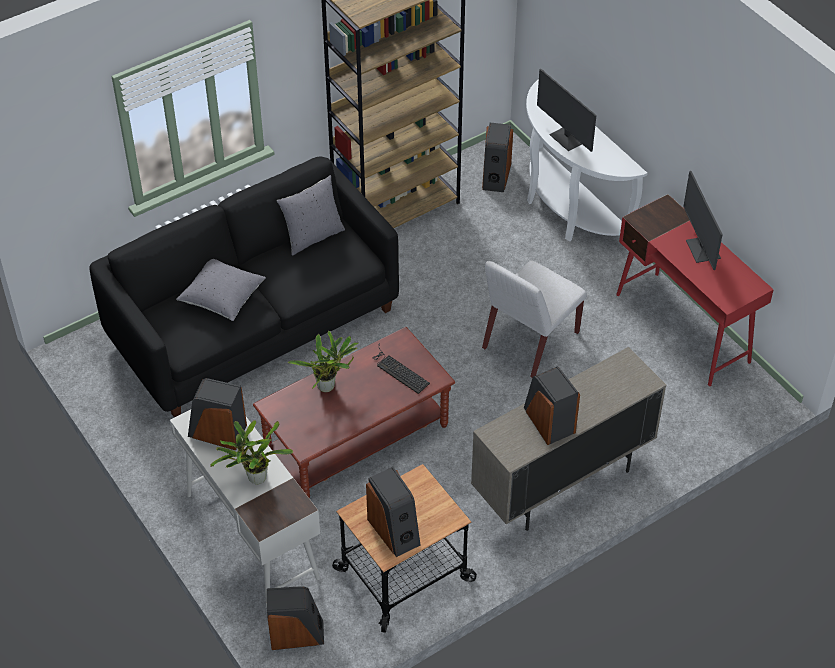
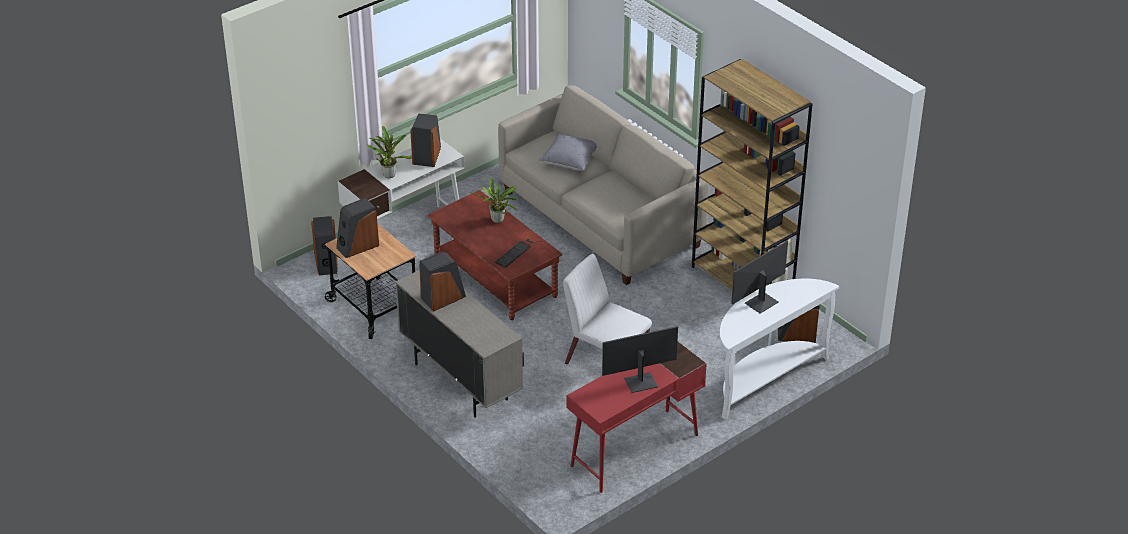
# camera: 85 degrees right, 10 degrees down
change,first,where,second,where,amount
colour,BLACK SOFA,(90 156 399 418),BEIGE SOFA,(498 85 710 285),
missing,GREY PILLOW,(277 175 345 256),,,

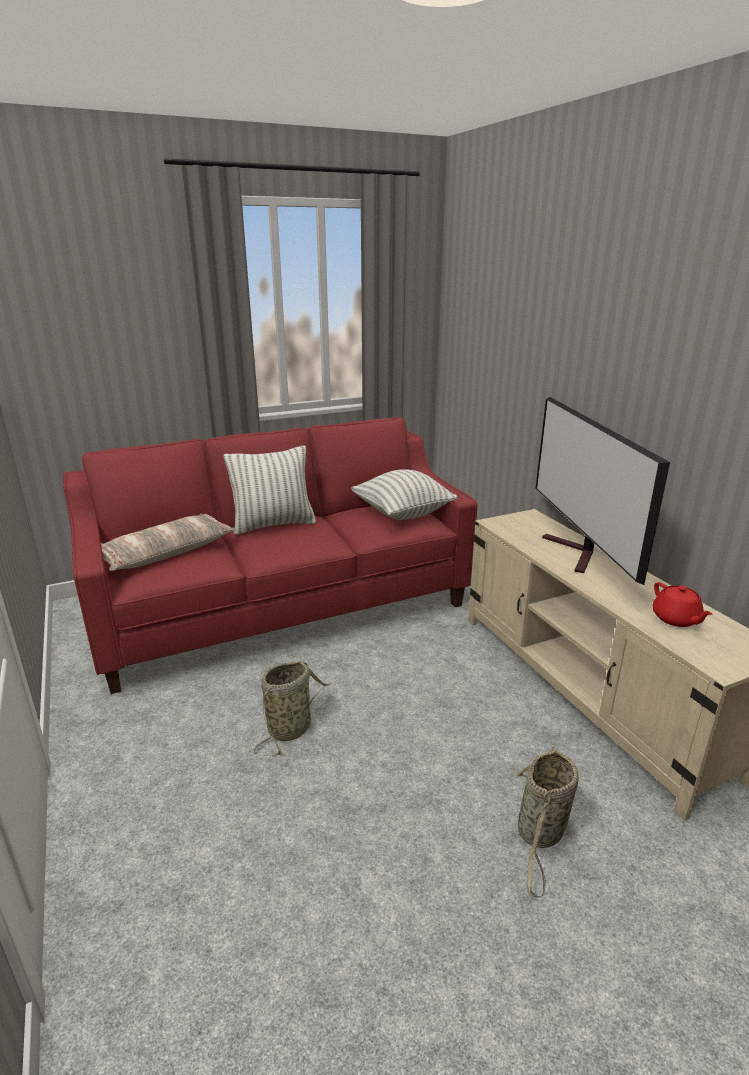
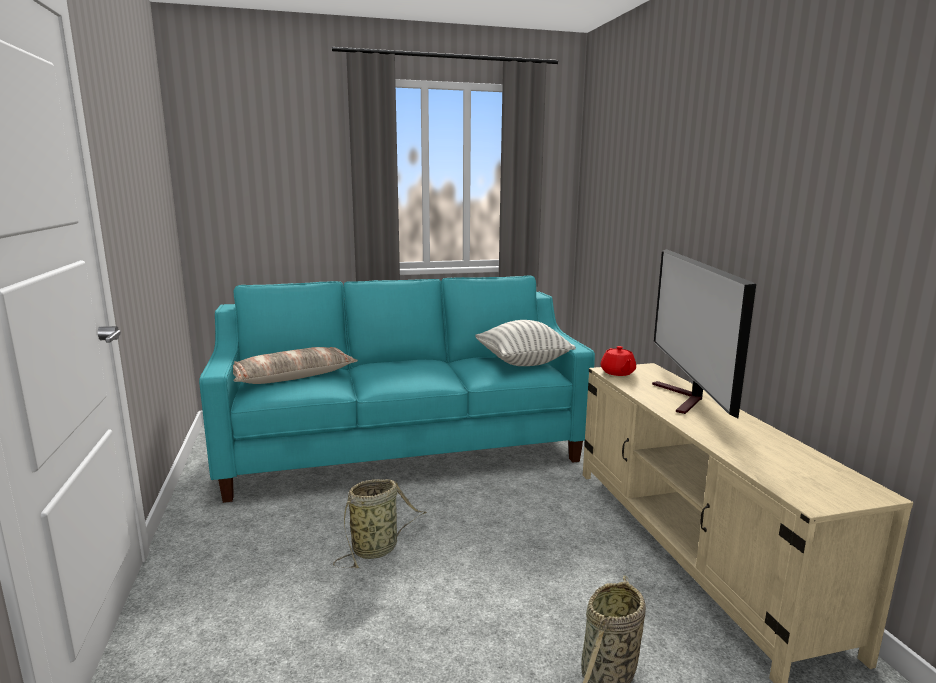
# camera: 10 degrees right, 10 degrees down
change,first,where,second,where,amount
colour,RED SOFA,(63 417 477 694),TURQUOISE SOFA,(199 276 595 503),
missing,PILLOW,(224 446 316 535),,,
relocated,RED TEAPOT,(653 582 713 627),,(601 346 636 376),

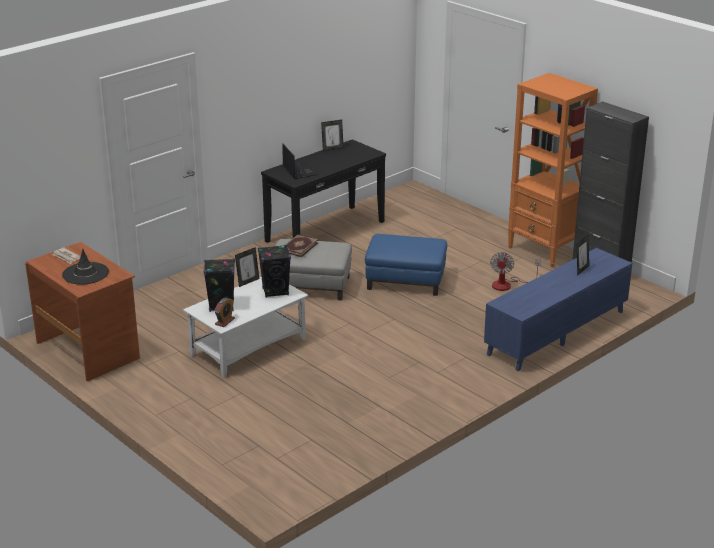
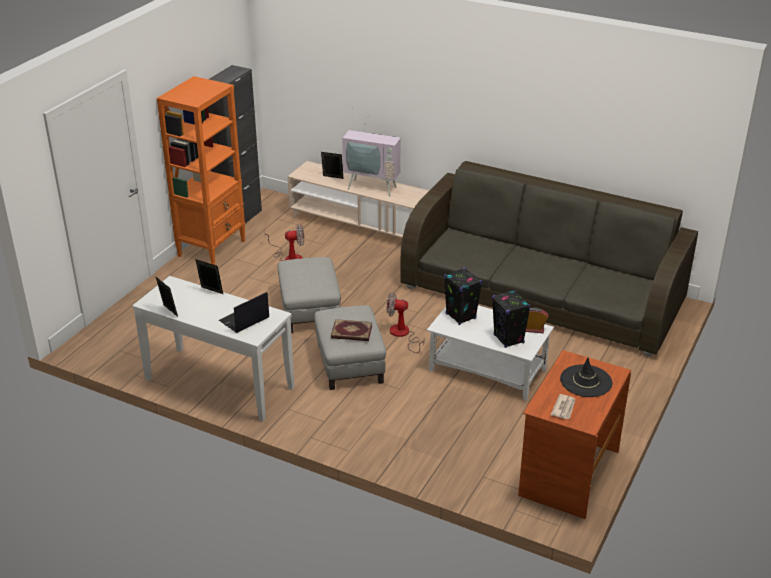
# camera: 110 degrees left, 5 degrees up
change,first,where,second,where,amount
relocated,PICTURE FRAME,(235 247 259 287),,(195 259 223 294),
colour,BLACK CONSOLE TABLE,(261 139 386 243),WHITE CONSOLE TABLE,(132 276 295 421),
colour,BLUE OTTOMAN,(365 234 447 296),GREY OTTOMAN,(278 257 341 333),
colour,BLUE TV STAND,(484 248 632 371),BEIGE TV STAND,(287 161 429 238),
appeared,,,TELEVISION,(342 113 401 196),
appeared,,,FAN,(387 292 424 353),
appeared,,,GREY SOFA,(400 161 698 356),

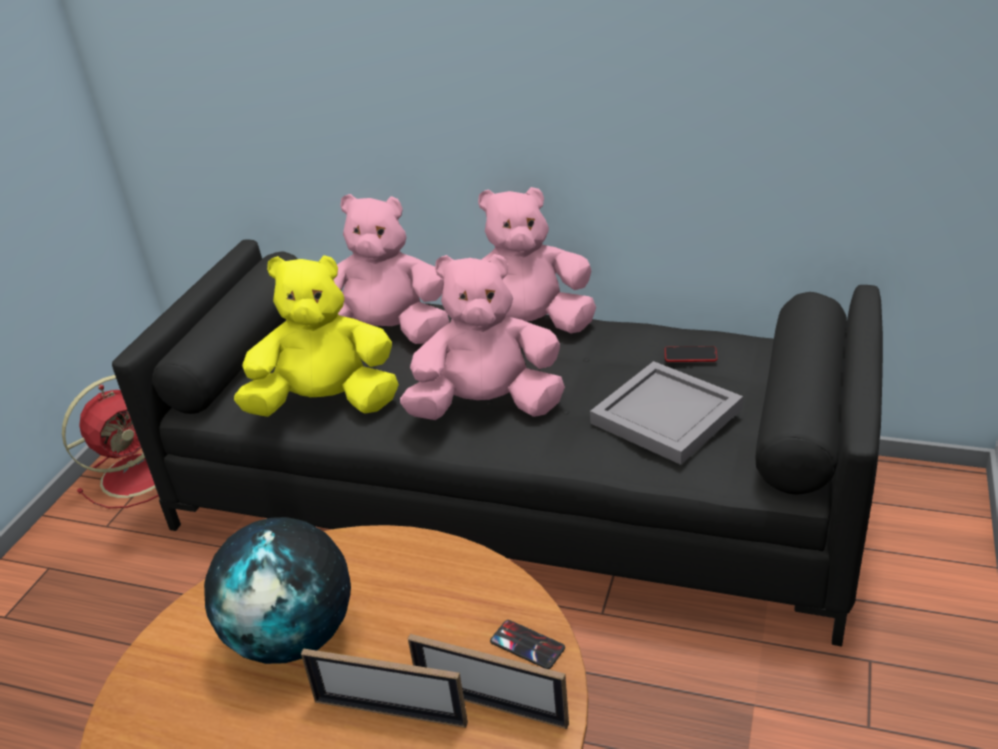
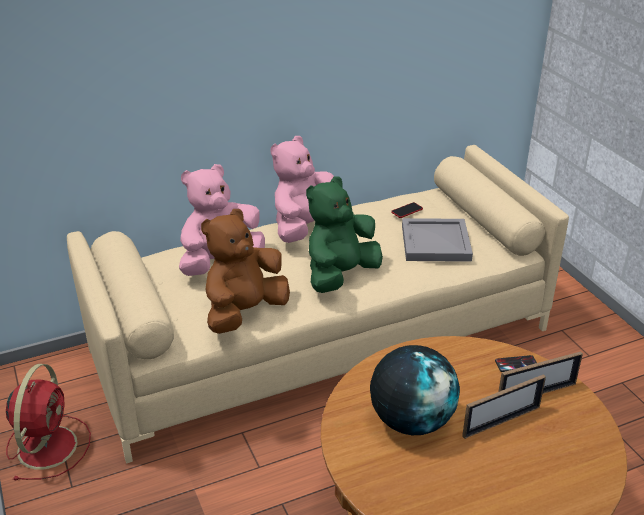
# camera: 45 degrees left, 0 degrees up
change,first,where,second,where,amount
colour,BLACK SOFA,(112 239 883 646),BEIGE SOFA,(67 145 569 464),
colour,YELLOW PLUSH TOY,(234 255 399 417),BROWN PLUSH TOY,(201 209 290 334),
colour,PINK PLUSH TOY,(400 254 565 420),GREEN PLUSH TOY,(306 177 383 293),

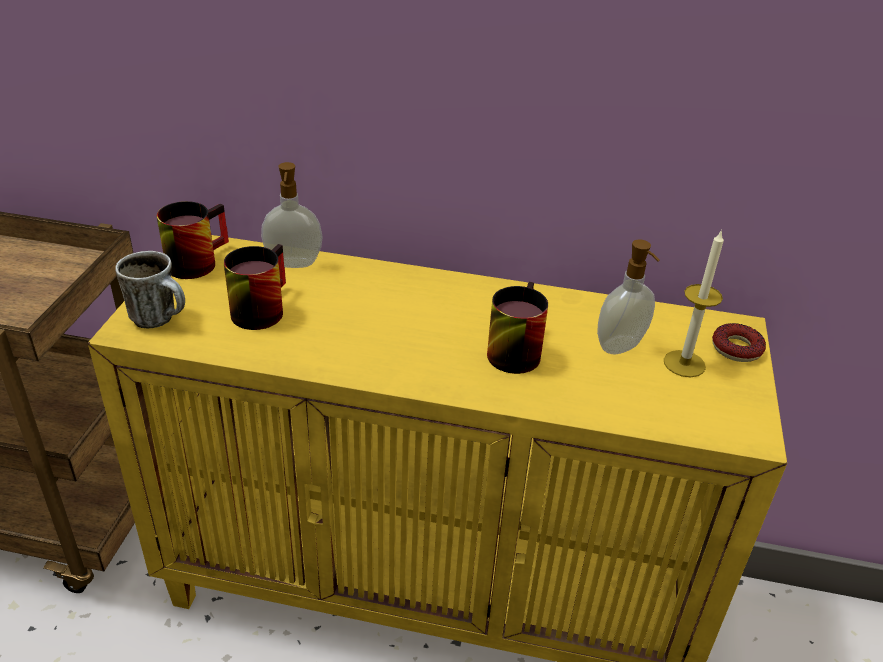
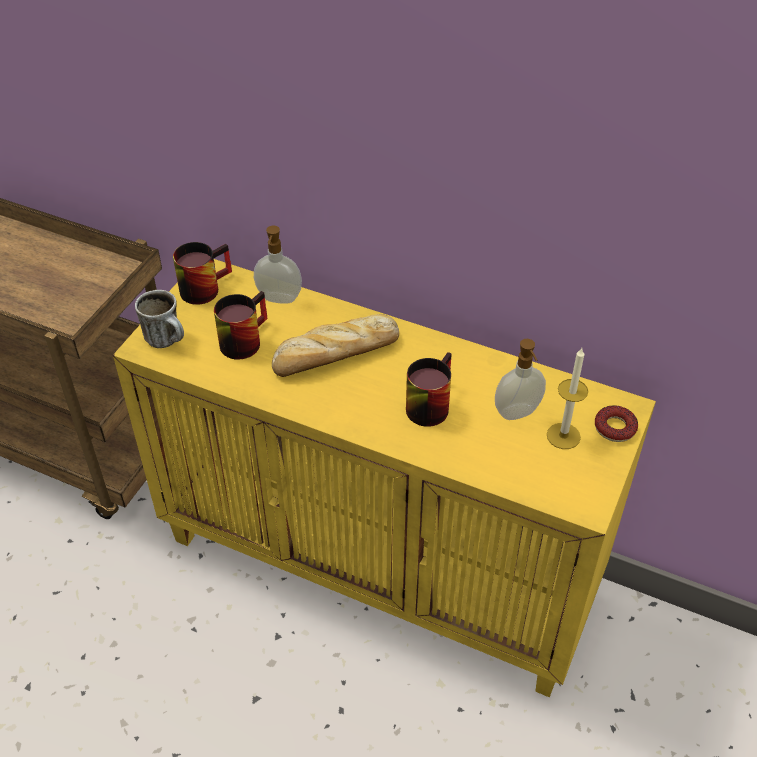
# camera: 15 degrees right, 10 degrees up
change,first,where,second,where,amount
appeared,,,BREAD,(272 314 399 377),

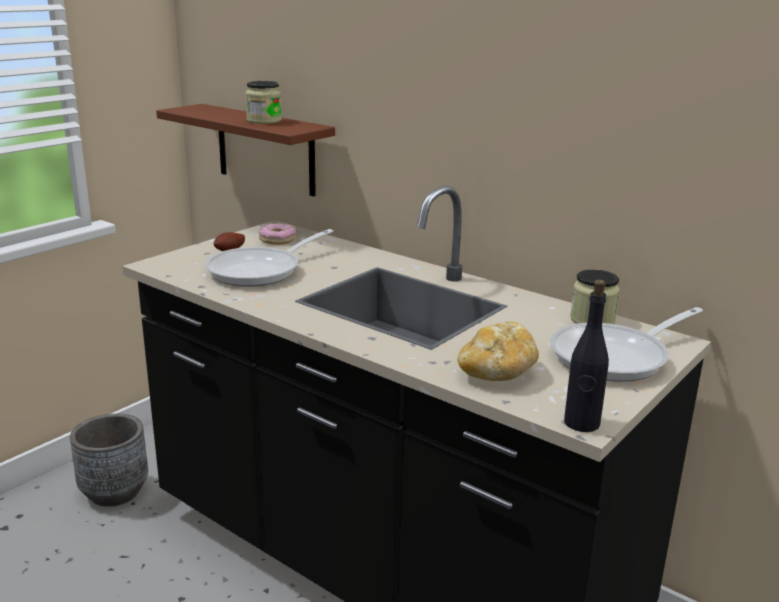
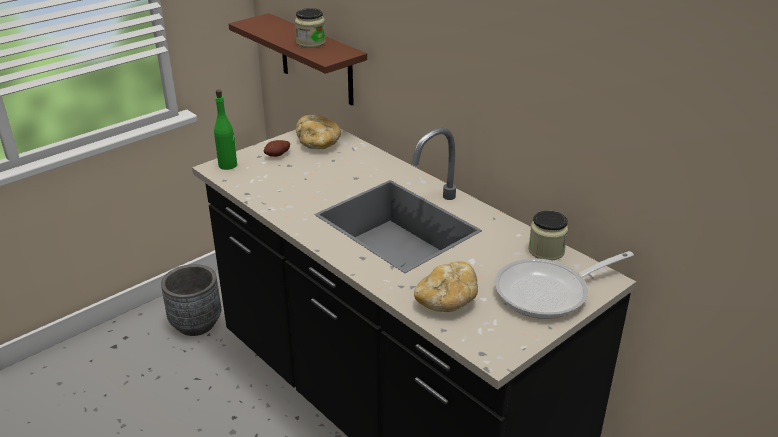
# camera: 10 degrees right, 10 degrees up
change,first,where,second,where,amount
missing,FRYING PAN,(205 229 333 287),,,
exchanged,DONUT,(258 223 296 245),BREAD,(296 115 341 149),
missing,BLACK BOTTLE,(564 279 609 432),,,
appeared,,,GREEN BOTTLE,(214 90 237 170),

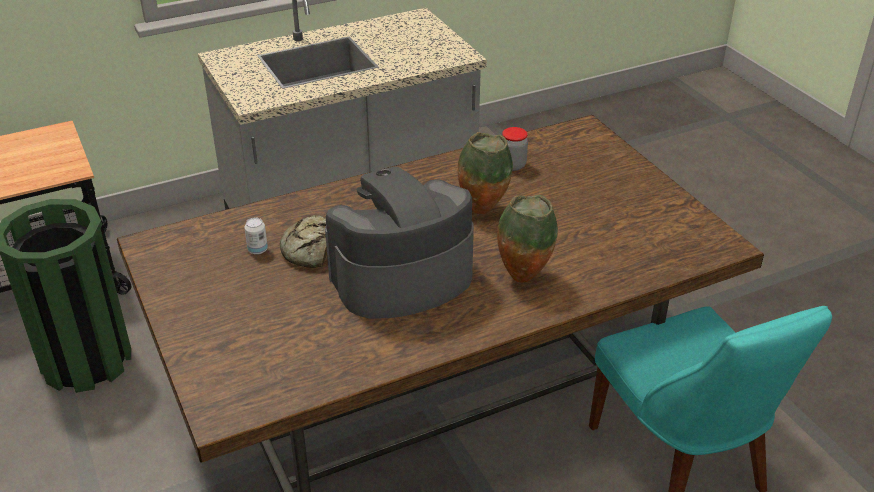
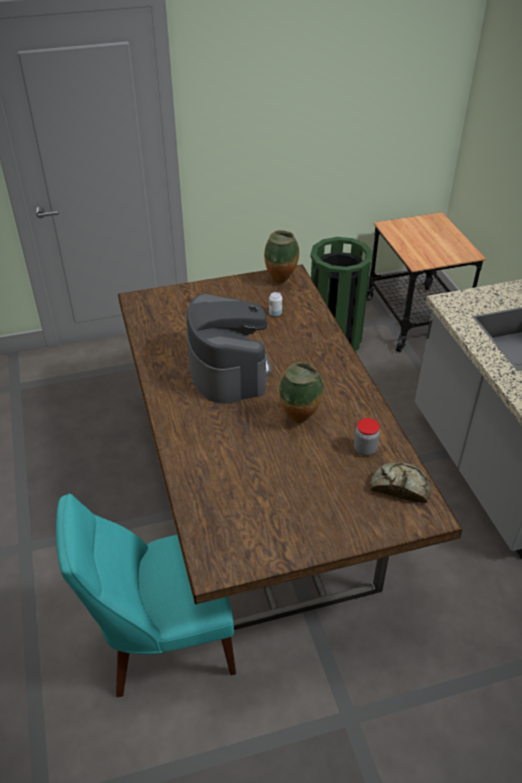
# camera: 100 degrees right, 5 degrees up
change,first,where,second,where,amount
relocated,BREAD,(280 215 327 268),,(371 462 431 503),
relocated,VASE,(497 195 558 283),,(264 230 299 284),

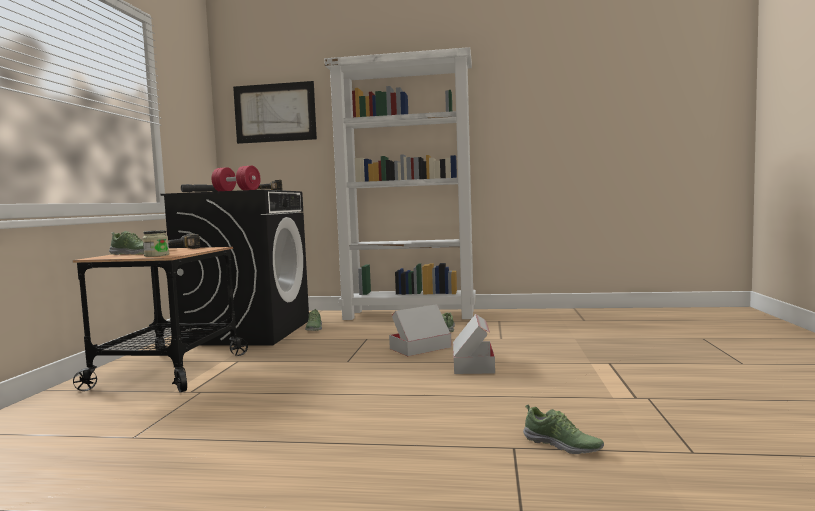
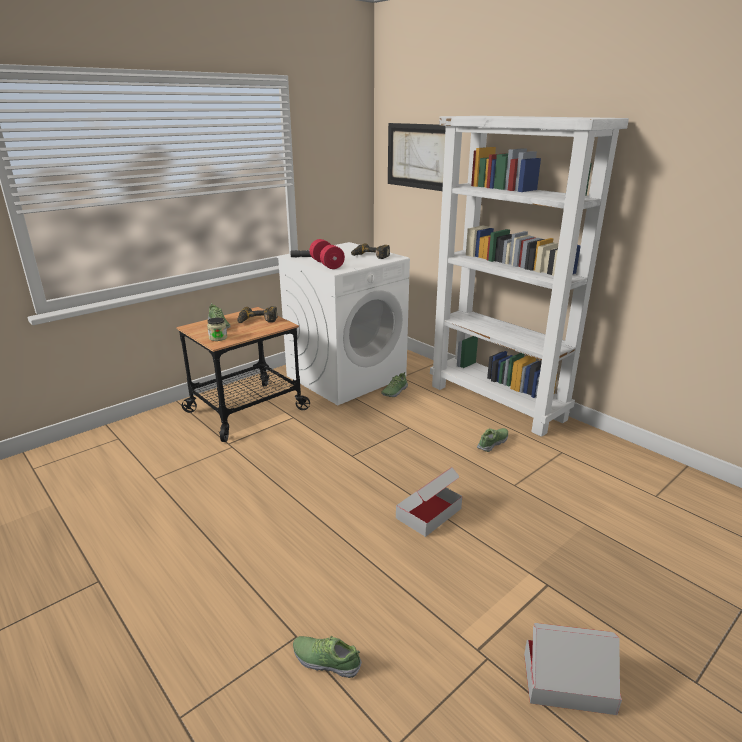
# camera: 40 degrees right, 20 degrees up
change,first,where,second,where,amount
colour,BLACK WASHING MACHINE,(161 190 309 346),WHITE WASHING MACHINE,(276 242 410 405),
relocated,CARDBOARD BOX,(389 304 452 356),,(524 623 622 715),
spun,SHOE,(523 404 604 454),,(293 636 362 678),120 degrees clockwise

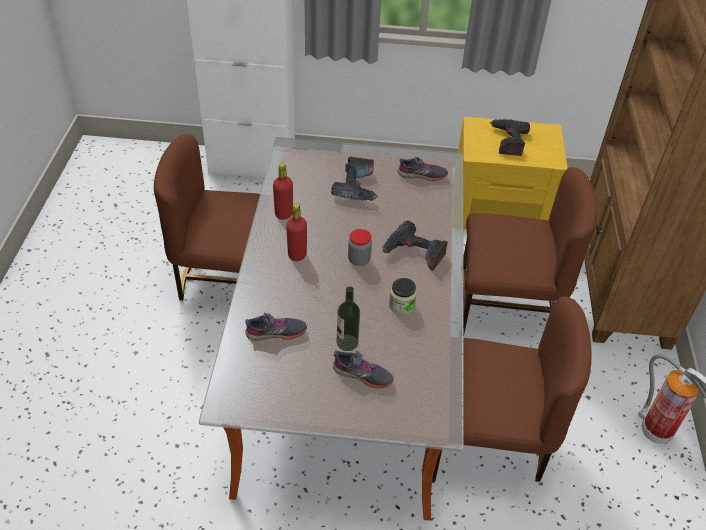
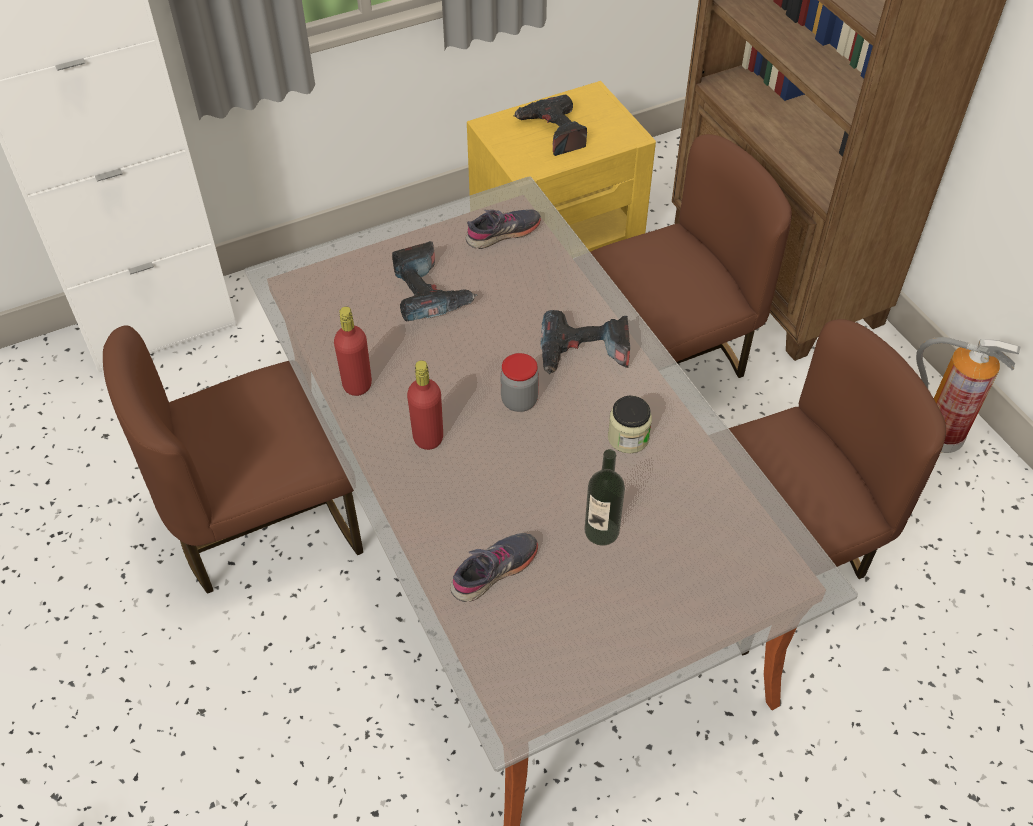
# camera: 30 degrees left, 5 degrees up
change,first,where,second,where,amount
missing,GREY SHOE,(333 350 394 389),,,

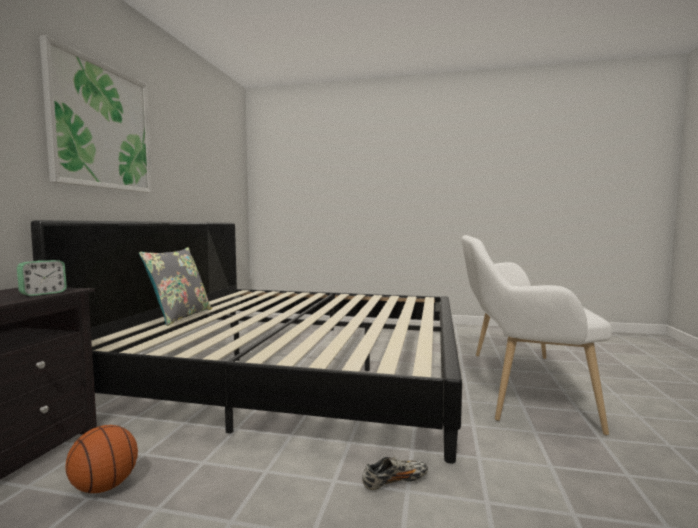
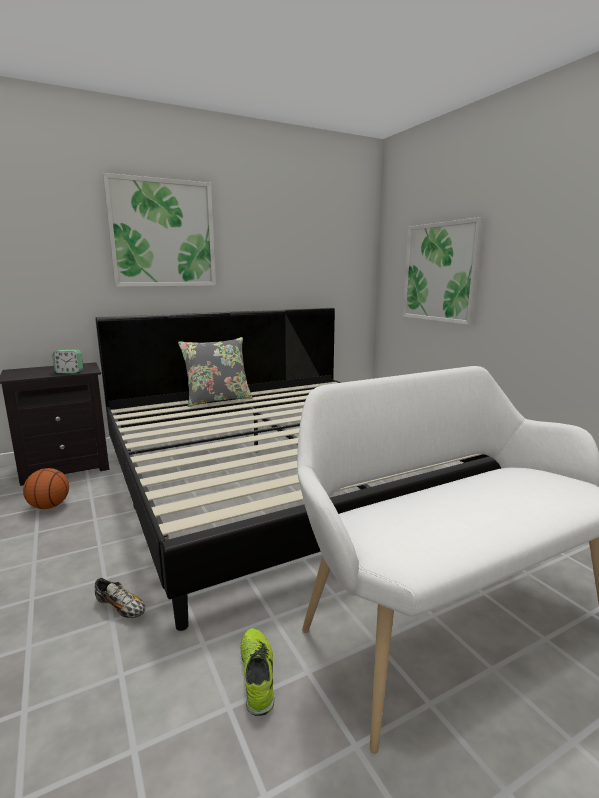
# camera: 50 degrees right, 10 degrees up
change,first,where,second,where,amount
appeared,,,SHOE,(241 628 274 716),
appeared,,,PICTURE,(403 217 483 325),

